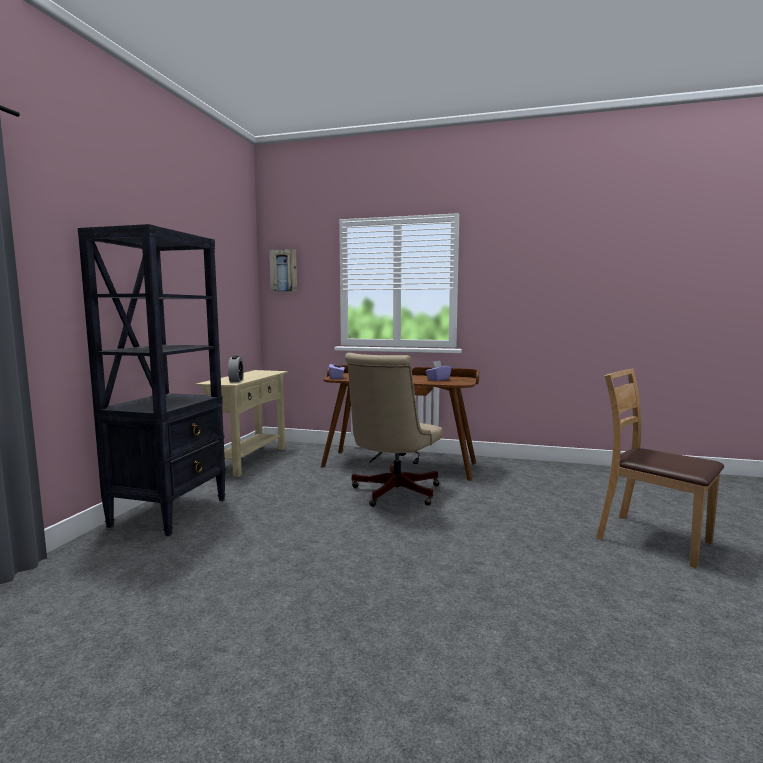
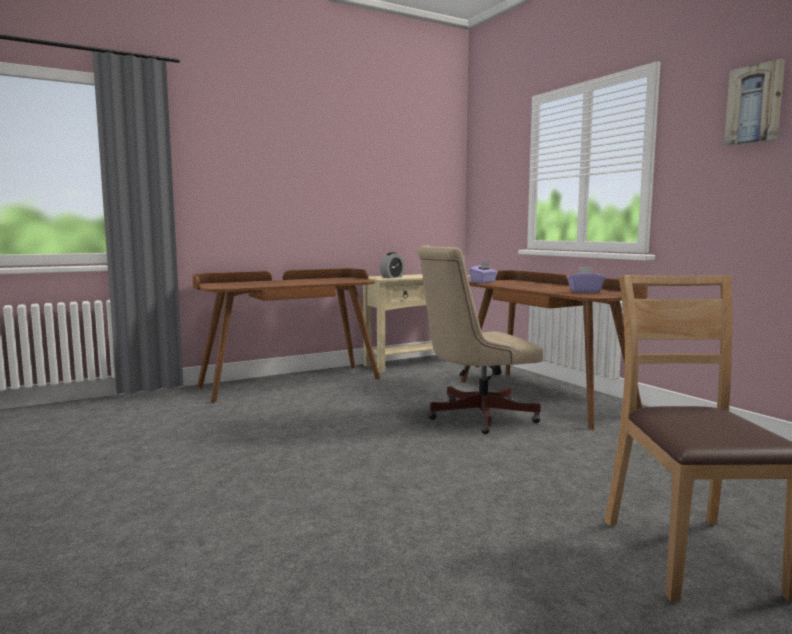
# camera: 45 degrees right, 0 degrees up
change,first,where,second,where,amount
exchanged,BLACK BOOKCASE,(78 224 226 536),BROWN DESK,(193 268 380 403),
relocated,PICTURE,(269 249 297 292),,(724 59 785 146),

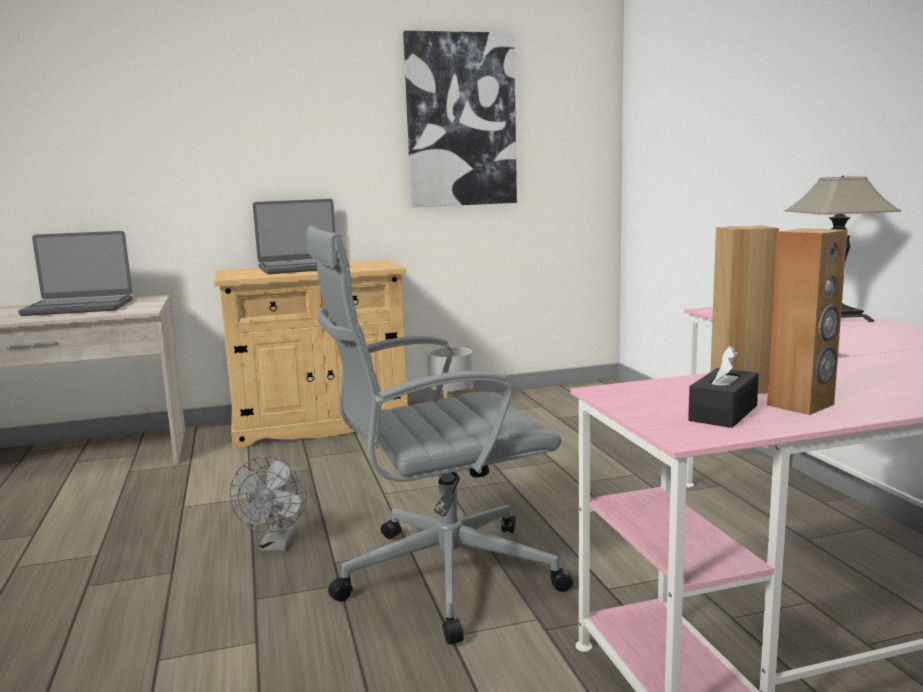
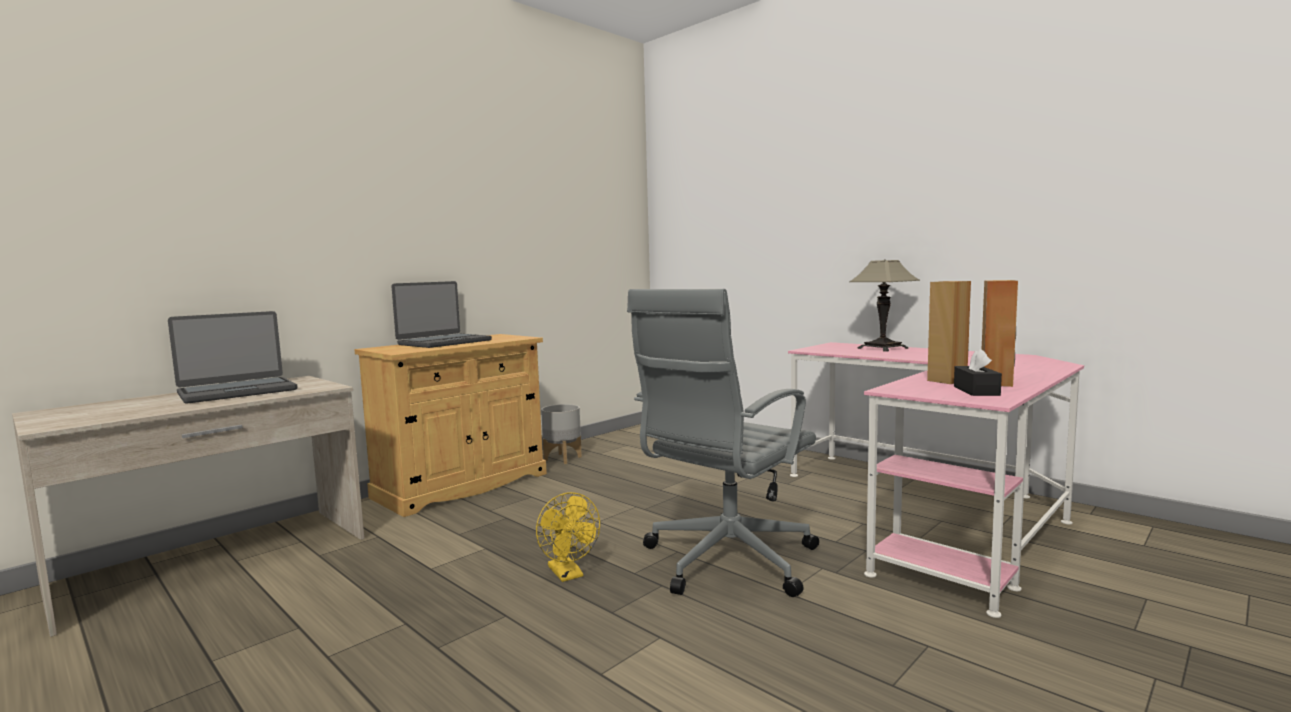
# camera: 30 degrees left, 5 degrees down
change,first,where,second,where,amount
colour,GREY FAN,(229 456 307 552),YELLOW FAN,(536 492 600 582),
missing,PICTURE,(403 31 517 207),,,

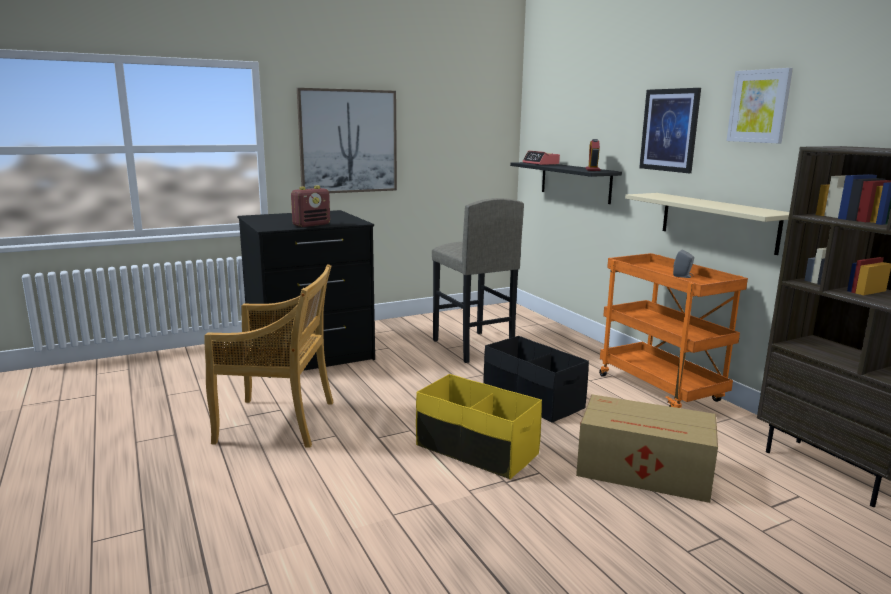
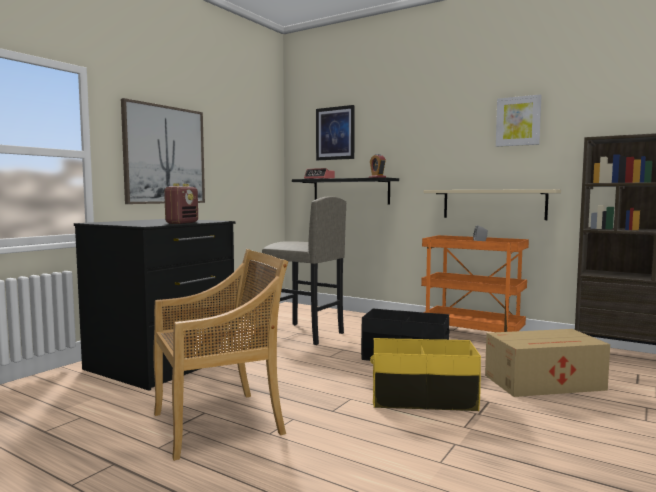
# camera: 30 degrees left, 10 degrees down
change,first,where,second,where,amount
relocated,PICTURE,(639 88 701 173),,(316 105 355 160),

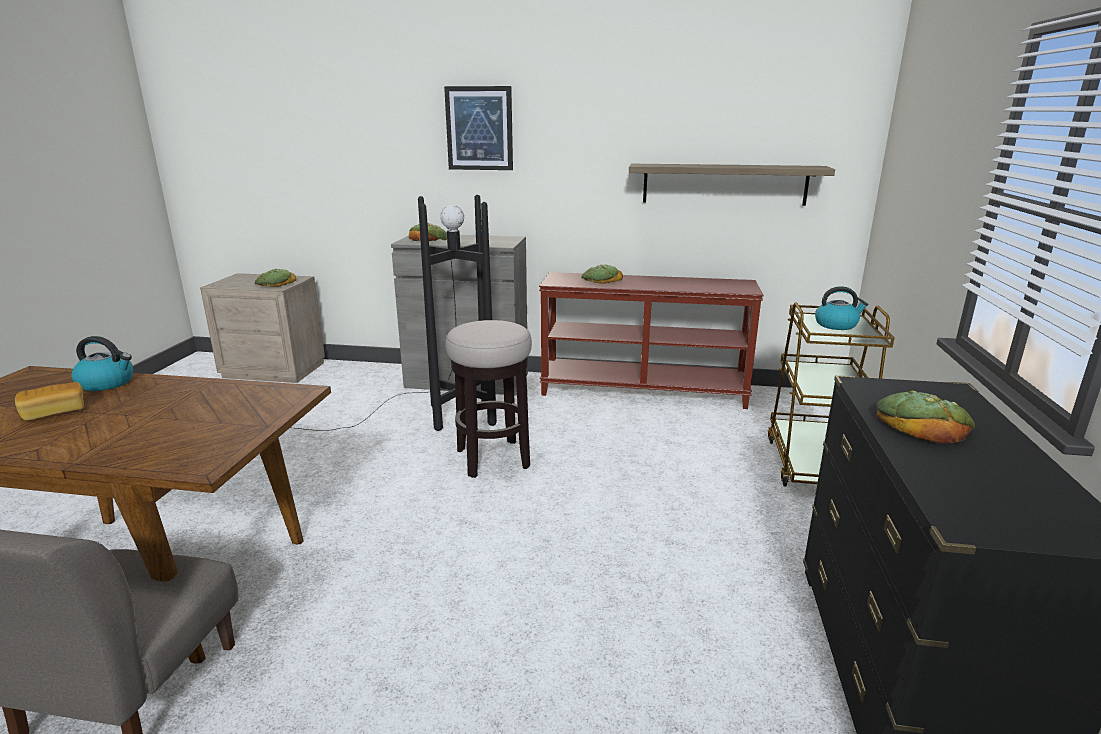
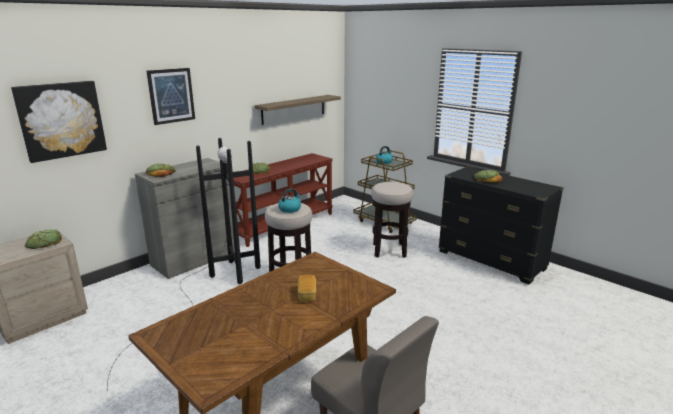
# camera: 55 degrees left, 0 degrees up
change,first,where,second,where,amount
relocated,BREAD,(15 382 84 420),,(298 275 316 301),
relocated,KETTLE,(72 336 133 391),,(278 188 301 213),
appeared,,,PICTURE,(11 81 107 163),
appeared,,,STOOL,(371 182 413 258),

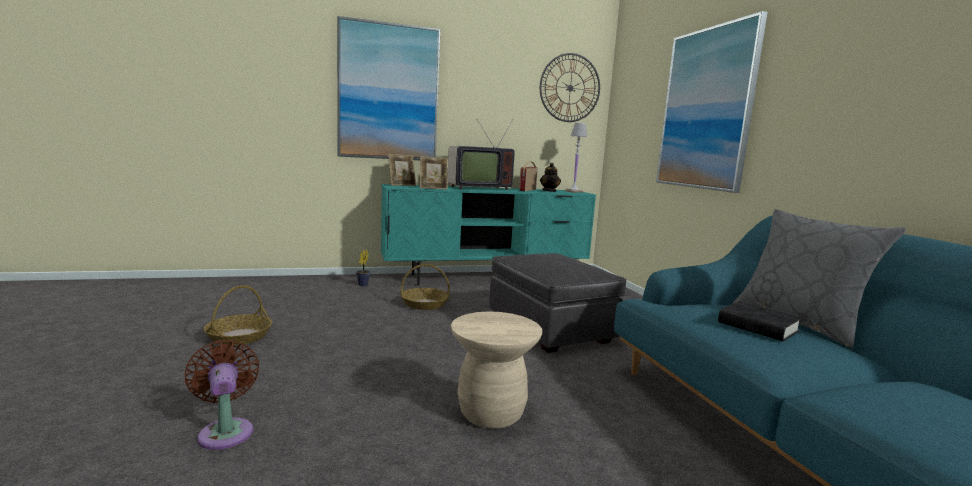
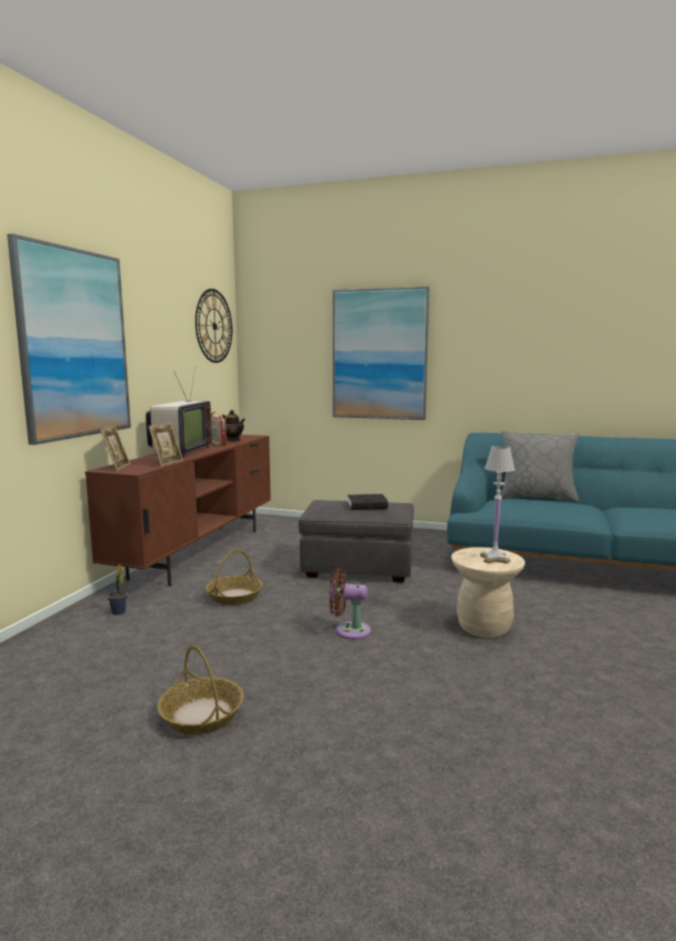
# camera: 55 degrees left, 0 degrees up
change,first,where,second,where,amount
relocated,BROWN FAN,(185 340 259 450),,(329 568 371 640),
colour,TURQUOISE TV STAND,(381 184 596 286),BROWN TV STAND,(85 435 271 586),
relocated,WHITE TABLE LAMP,(565 123 588 193),,(480 446 515 563),
relocated,BLACK BOOK,(718 302 802 341),,(347 494 388 510),

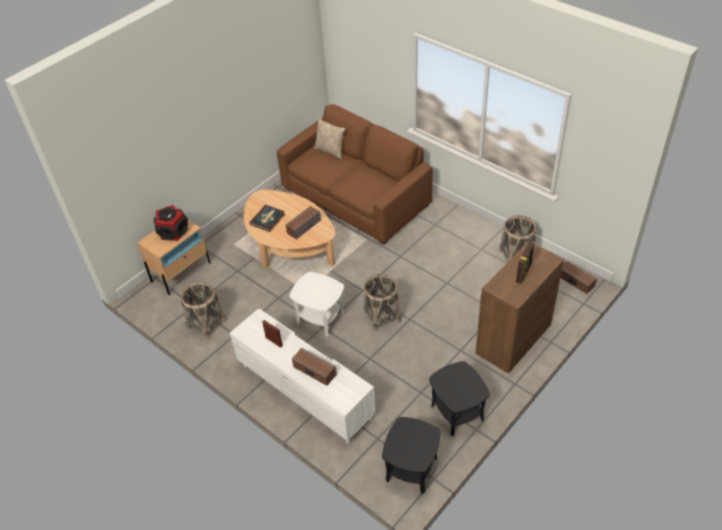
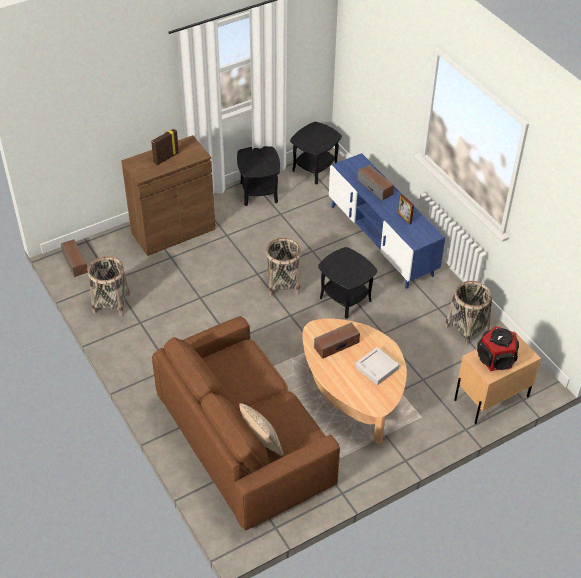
# camera: 165 degrees left, 0 degrees up
change,first,where,second,where,amount
colour,WHITE TV STAND,(230 309 375 444),BLUE TV STAND,(329 153 445 289),
exchanged,BOOK,(250 205 285 232),GREY TRAY,(355 347 399 385),
colour,WHITE SIDE TABLE,(289 272 344 337),BLACK SIDE TABLE,(318 247 377 319),

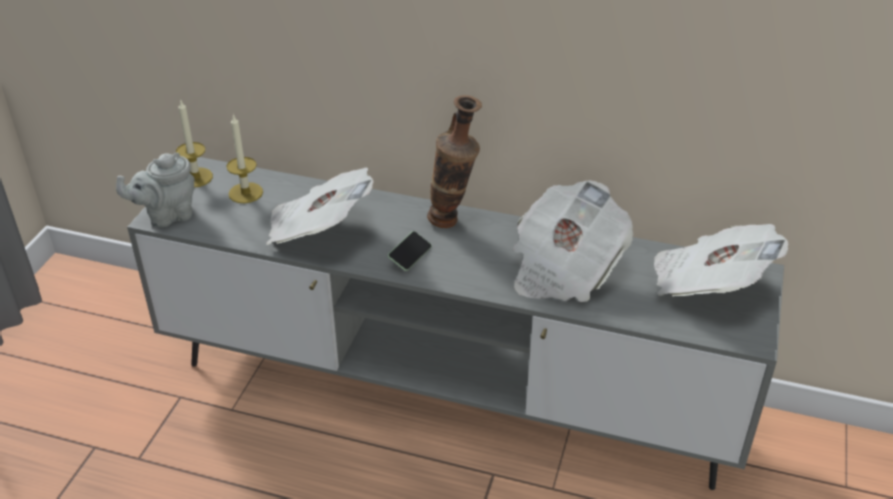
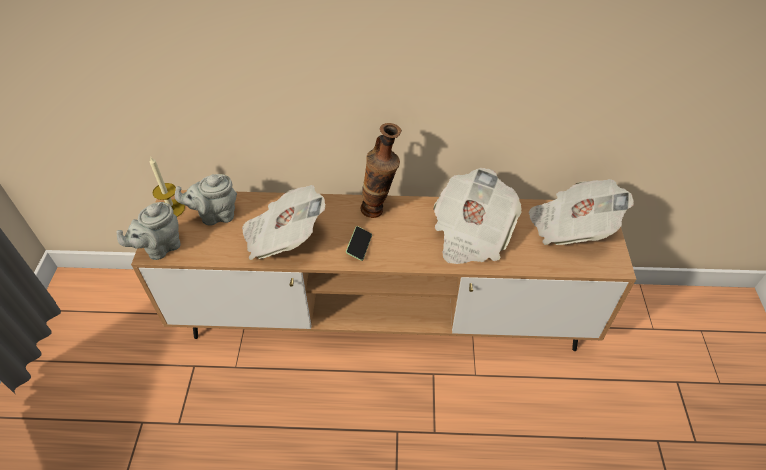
# camera: 15 degrees left, 10 degrees up
change,first,where,second,where,amount
colour,GREY TV STAND,(127 157 784 490),BROWN TV STAND,(131 190 636 351),
exchanged,CANDLE,(226 114 263 203),GREY TEAPOT,(175 174 237 226),

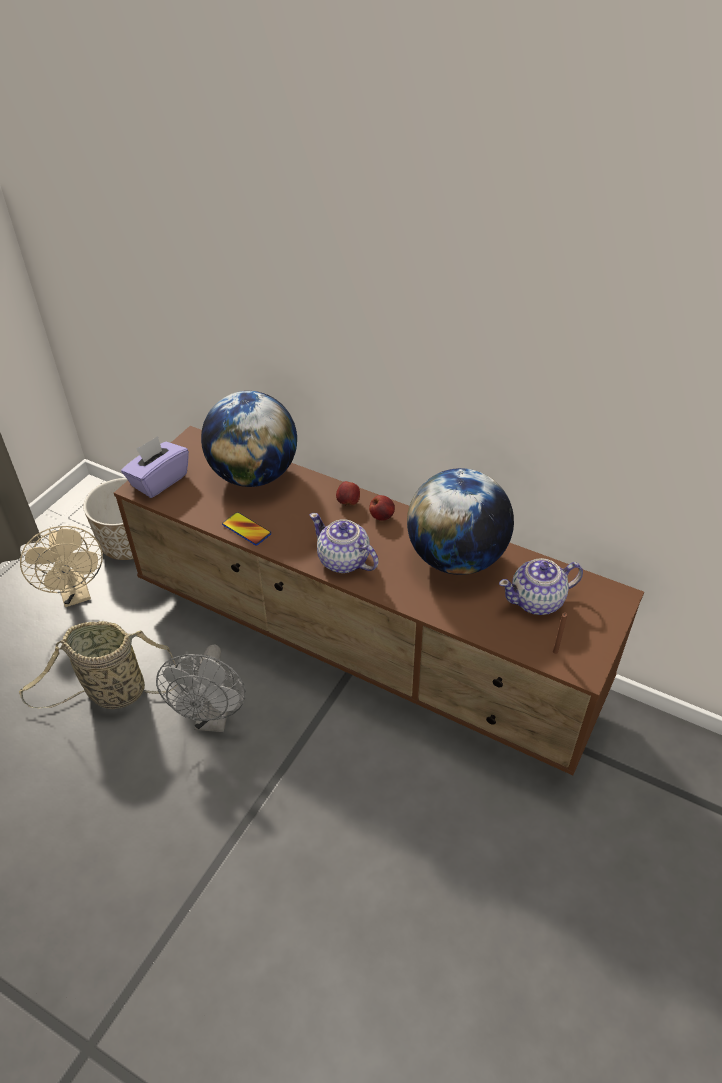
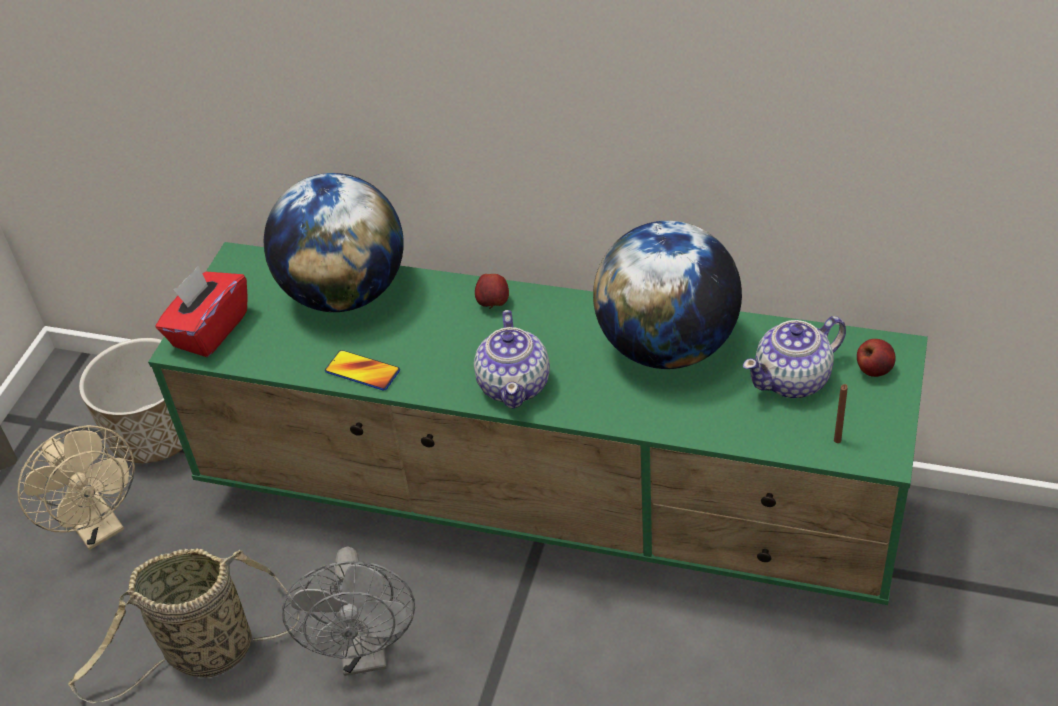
# camera: 10 degrees left, 0 degrees up
change,first,where,second,where,amount
colour,BROWN TV STAND,(114 426 644 775),GREEN TV STAND,(148 242 928 605),
colour,PURPLE TISSUE BOX,(121 436 189 498),RED TISSUE BOX,(155 266 248 357),
spun,TEAPOT,(310 513 378 573),,(474 310 550 409),120 degrees counterclockwise
relocated,APPLE,(369 495 395 521),,(857 339 896 377),

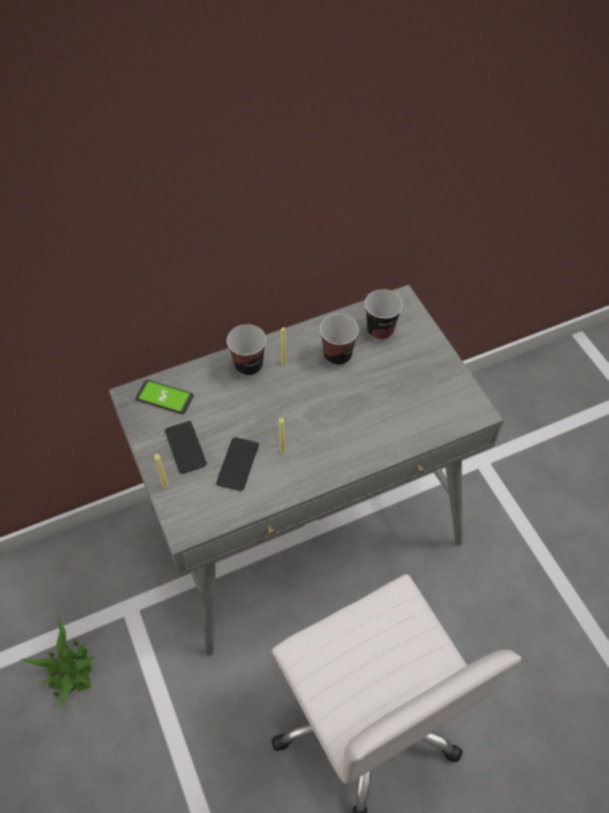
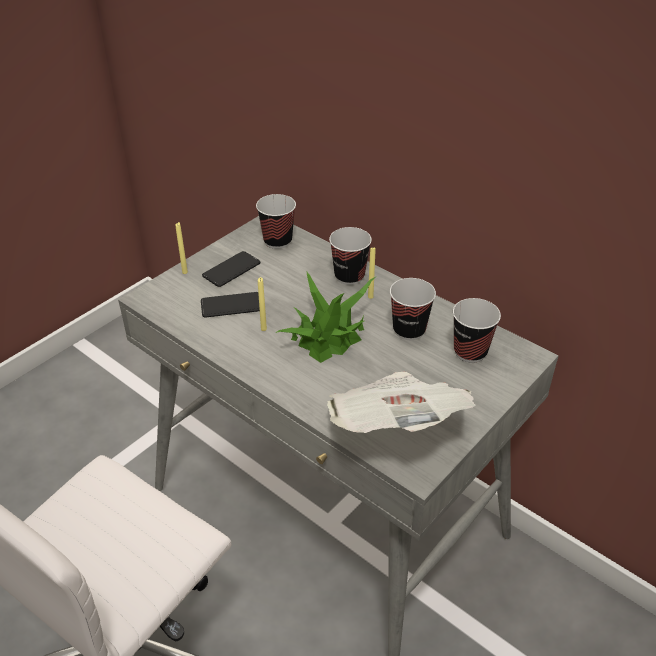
# camera: 65 degrees right, 15 degrees down
change,first,where,second,where,amount
relocated,POTTED PLANT,(20 614 97 710),,(275 272 377 363),
exchanged,PHONE,(135 380 194 414),CUP,(256 194 296 249),
appeared,,,NEWSPAPER,(327 372 475 433),

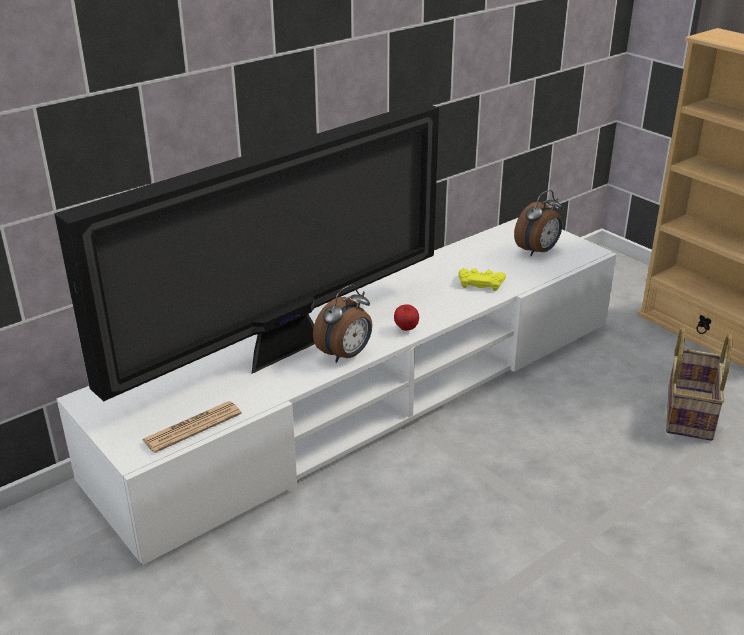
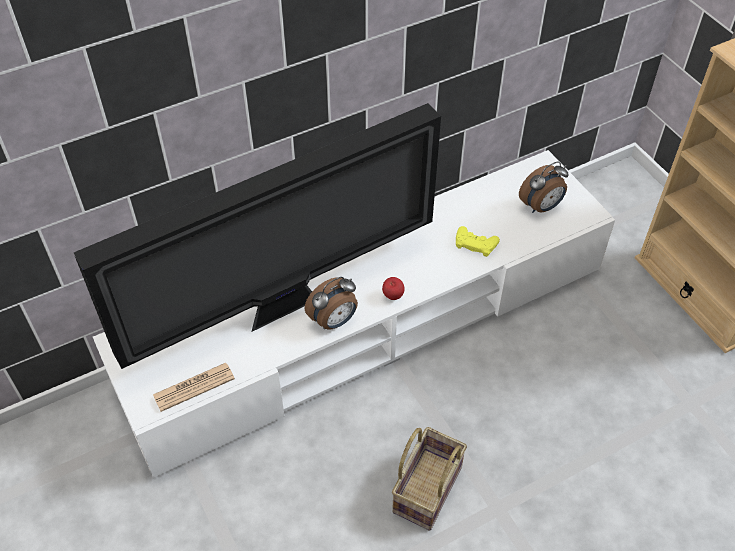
# camera: 10 degrees right, 20 degrees up
change,first,where,second,where,amount
relocated,BASKET,(666 328 733 441),,(392 427 467 531),

